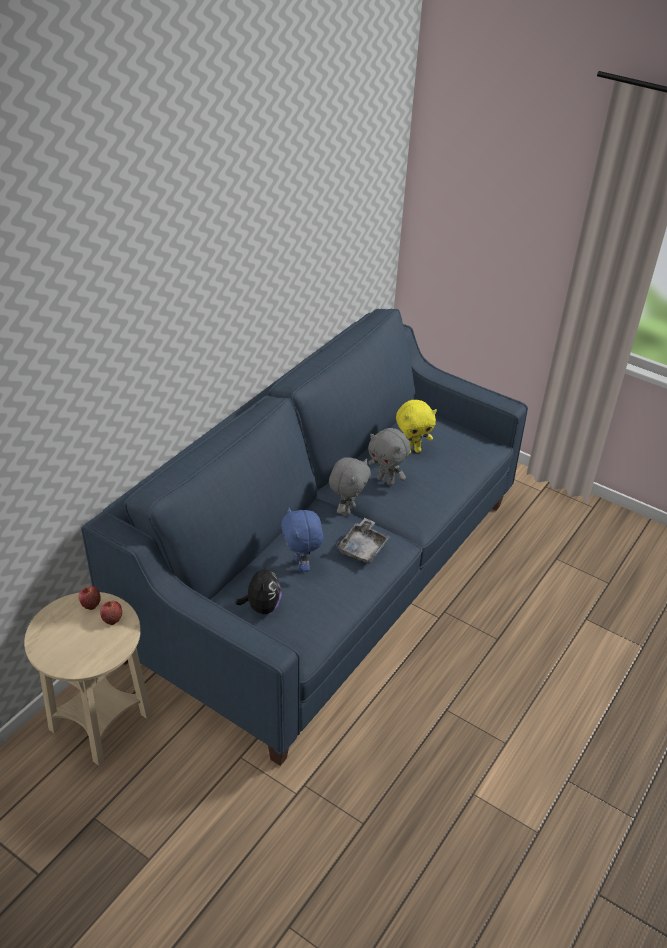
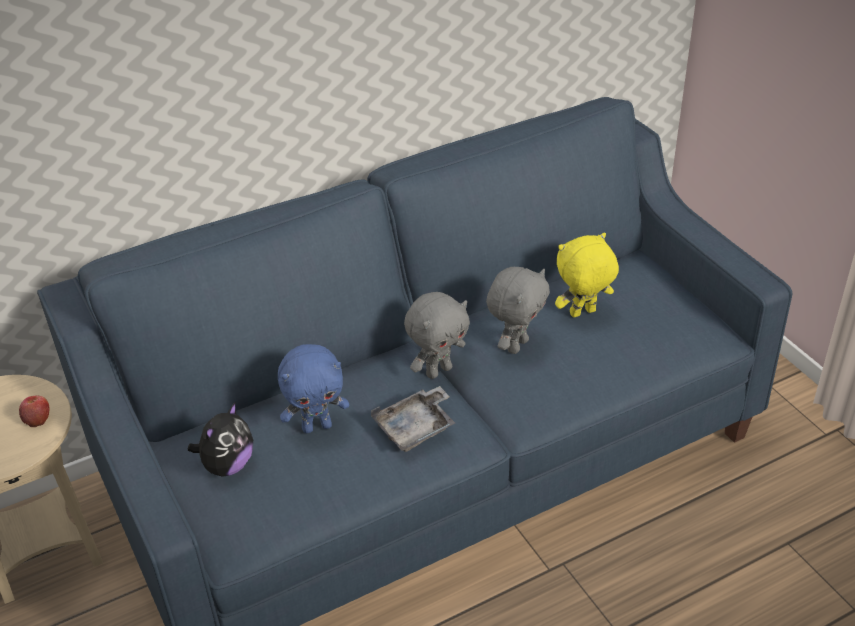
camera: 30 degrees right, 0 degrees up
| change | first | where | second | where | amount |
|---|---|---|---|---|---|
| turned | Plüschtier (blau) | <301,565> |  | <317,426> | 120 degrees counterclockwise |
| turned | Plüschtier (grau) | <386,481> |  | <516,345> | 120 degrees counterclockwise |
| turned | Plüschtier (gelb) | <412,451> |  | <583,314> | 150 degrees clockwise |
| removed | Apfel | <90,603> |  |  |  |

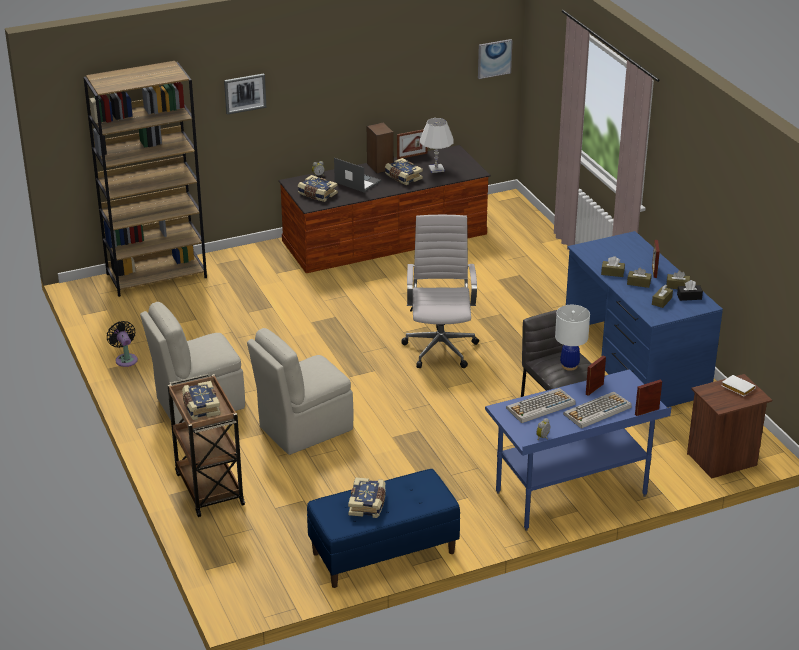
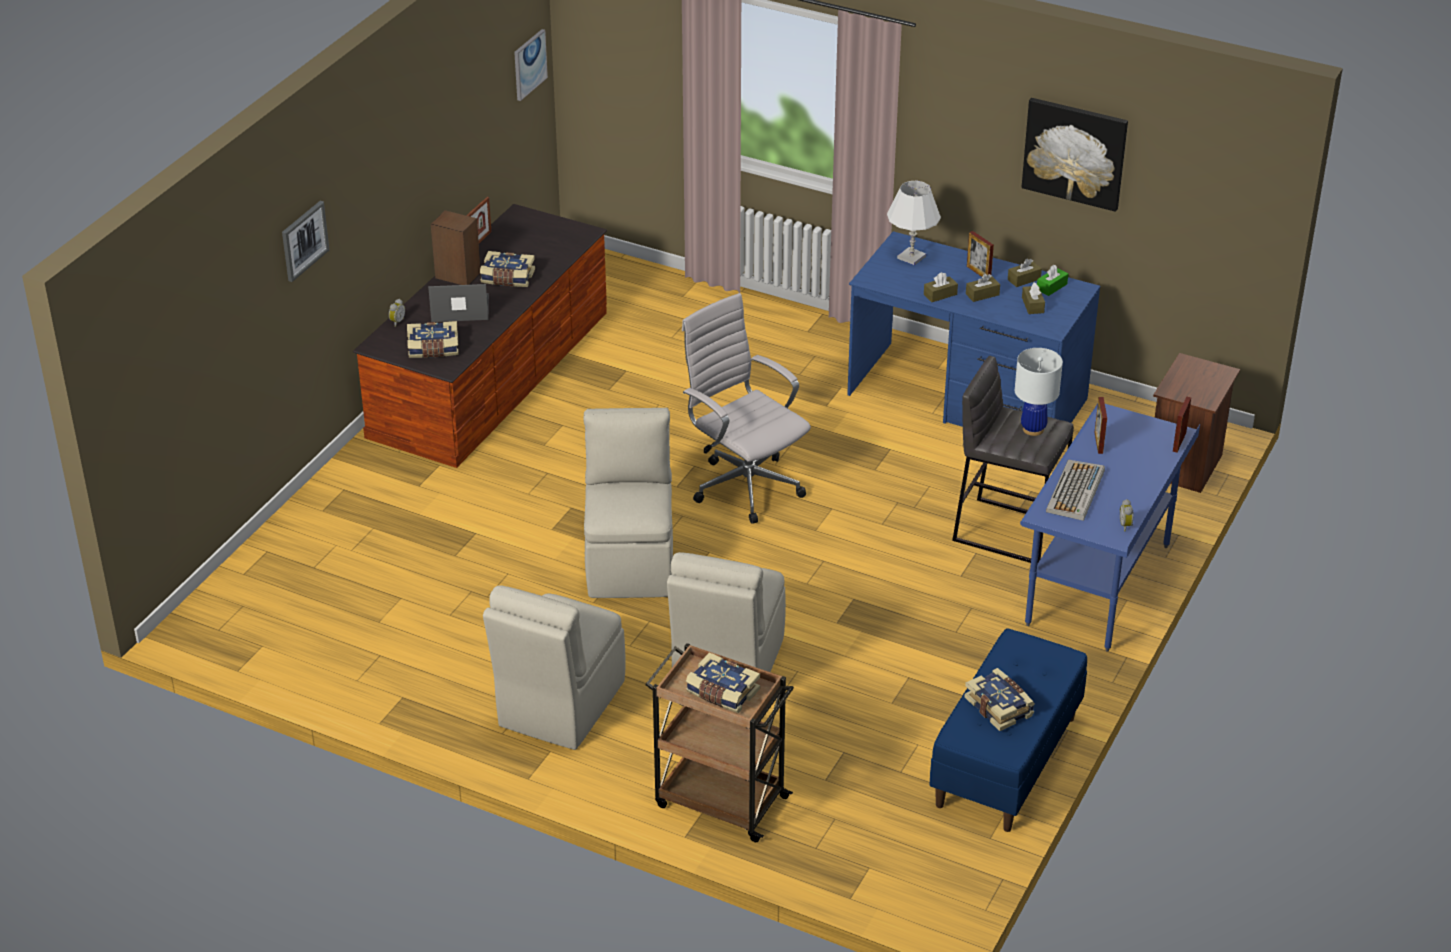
camera: 40 degrees left, 5 degrees up
| change | first | where | second | where | amount |
|---|---|---|---|---|---|
| added |  |  | Stuhl (beige) | <630,561> |  |
| moved | Tischlampe (weiß) | <436,169> |  | <911,257> |  |
| added |  |  | Bild | <1075,153> |  |
| recoloured | Taschentuchbox (schwarz) | <689,297> | Taschentuchbox (grün) | <1051,287> |  |
| removed | Bücherregal (braun) | <157,276> |  |  |  |
| removed | Ventilator (schwarz) | <125,359> |  |  |  |
| removed | Tastatur | <597,411> |  |  |  |
| removed | Buch (weiß) | <736,388> |  |  |  |

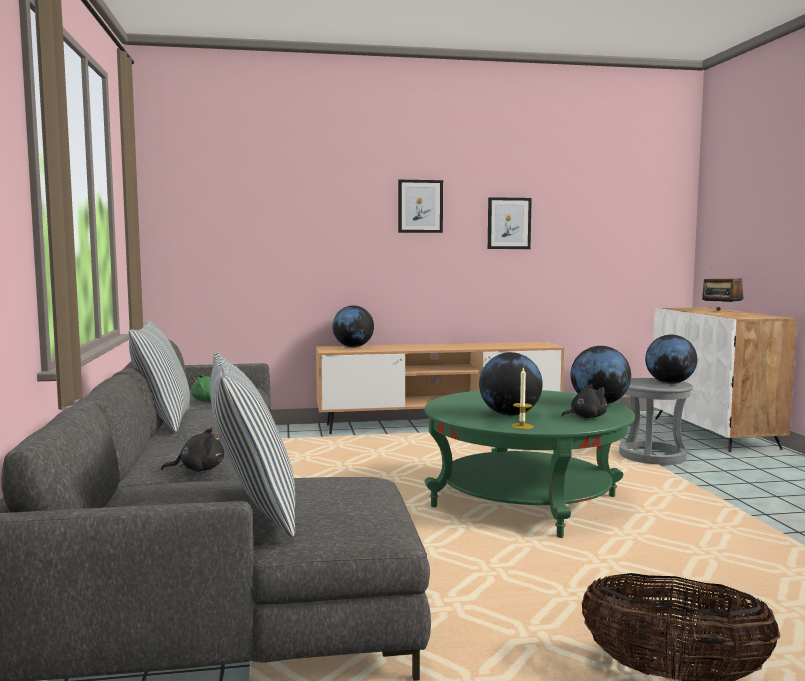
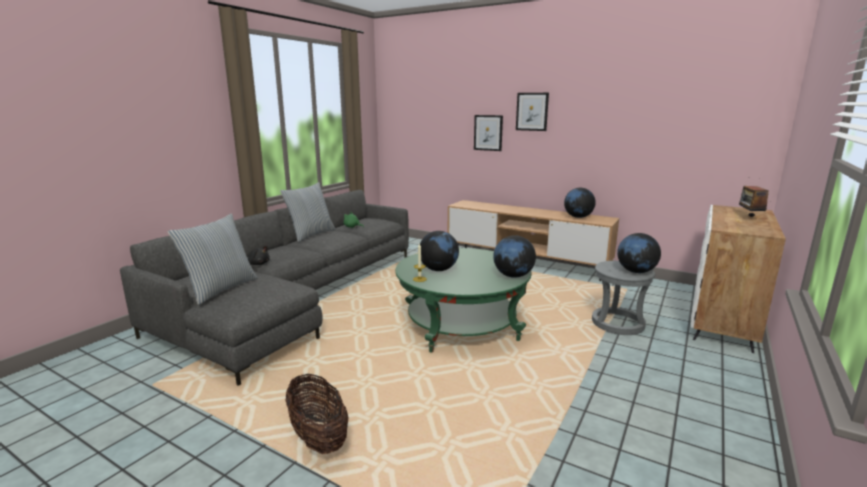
camera: 40 degrees right, 10 degrees up
| change | first | where | second | where | amount |
|---|---|---|---|---|---|
| moved | Bild | <509,223> |  | <488,132> |  |
| moved | Globus | <353,347> |  | <578,217> |  |
| removed | Plüschtier (schwarz) | <586,417> |  |  |  |

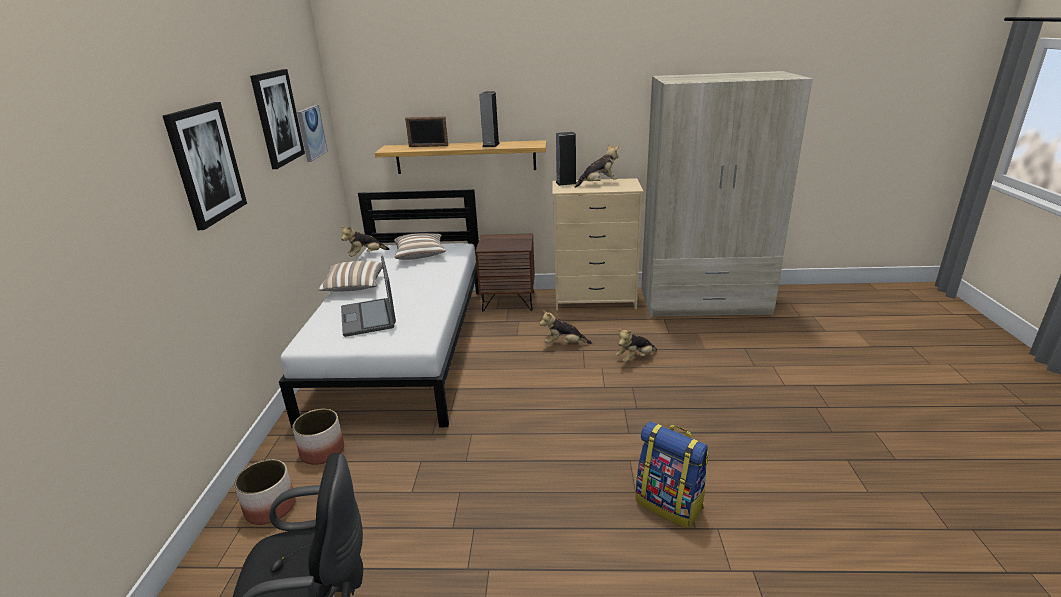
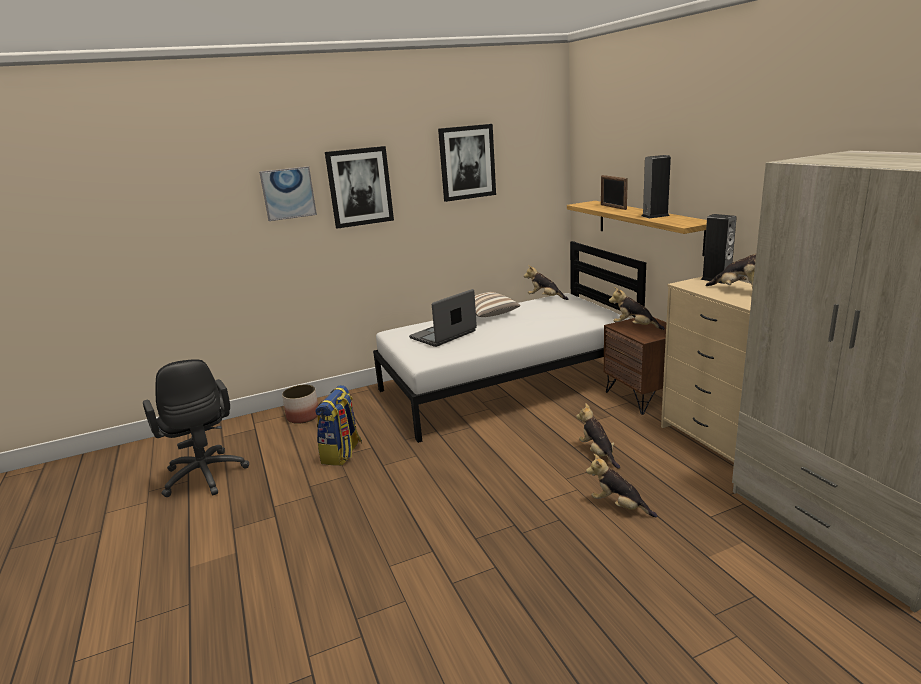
camera: 65 degrees right, 5 degrees down
| change | first | where | second | where | amount |
|---|---|---|---|---|---|
| moved | Bild | <311,132> |  | <288,193> |  |
| moved | Rucksack | <669,504> |  | <342,453> |  |
| added |  |  | Plüschtier | <634,327> |  |
| removed | Pflanzkübel | <322,451> |  |  |  |
| removed | Kissen | <420,255> |  |  |  |

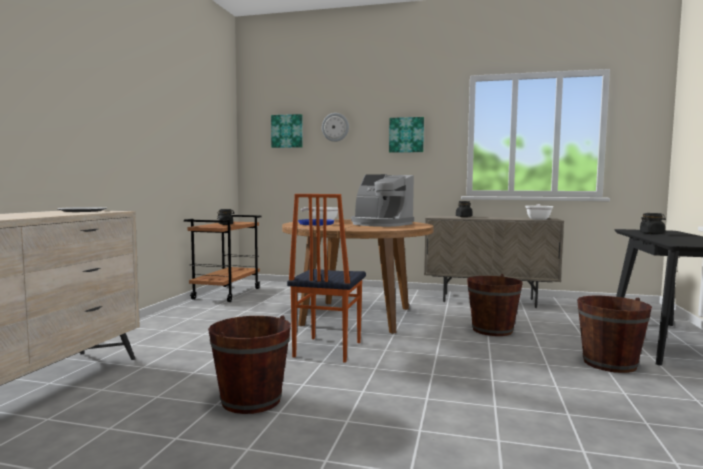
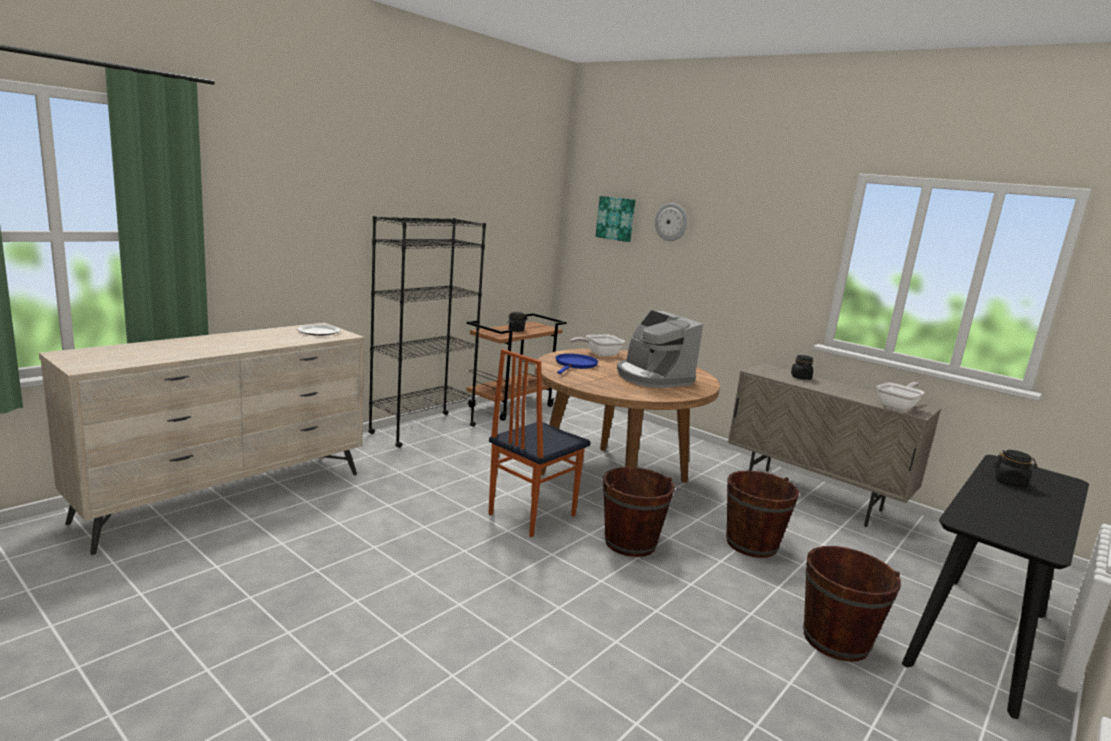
camera: 25 degrees right, 10 degrees up
| change | first | where | second | where | amount |
|---|---|---|---|---|---|
| added |  |  | Bücherregal (schwarz) | <422,430> |  |
| moved | Eimer (braun) | <251,400> |  | <630,543> |  |
| removed | Bild | <406,135> |  |  |  |

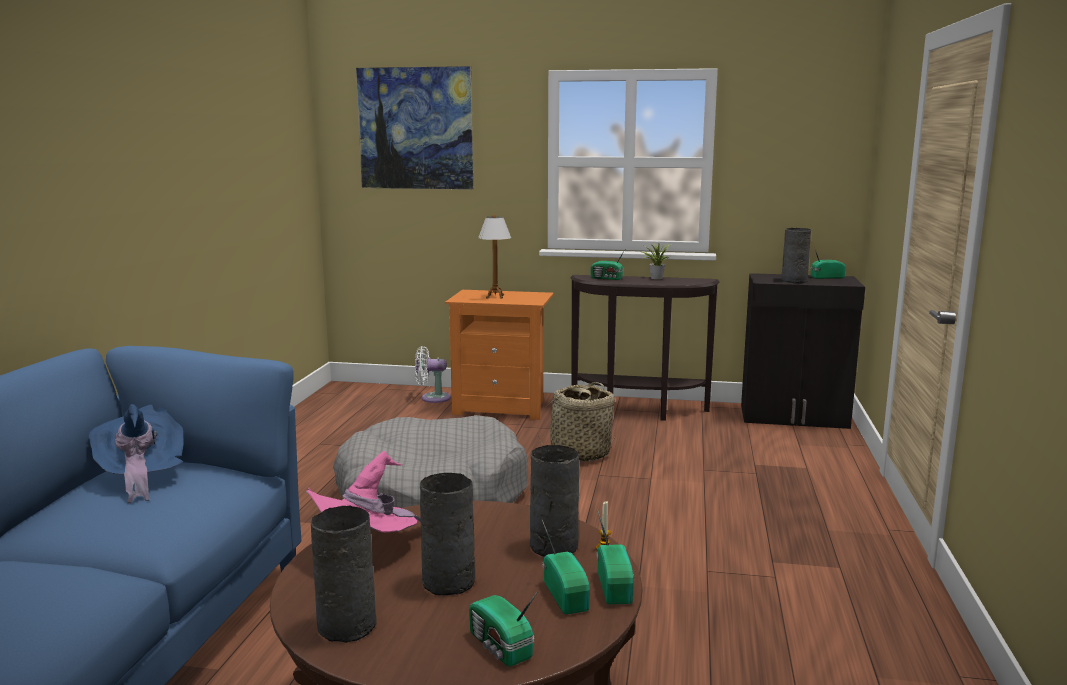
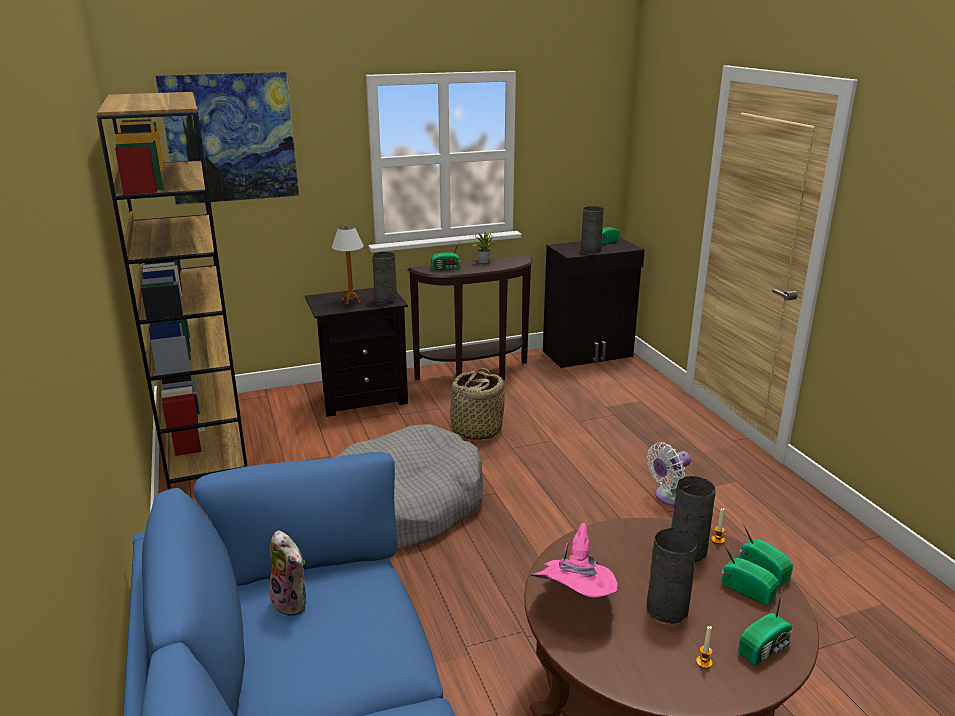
camera: 30 degrees left, 10 degrees up
| change | first | where | second | where | amount |
|---|---|---|---|---|---|
| added |  |  | Bücherregal (braun) | <205,450> |  |
| replaced | Hut (blau) | <141,478> | Plüschtier | <293,602> |  |
| recoloured | Nachttisch (orange) | <502,407> | Nachttisch (schwarz) | <362,397> |  |
| moved | Vase (grau) | <348,625> |  | <386,299> |  |
| moved | Ventilator (weiß) | <432,398> |  | <669,497> |  |
| added |  |  | Kerze | <704,662> |  |
| turned | Radio | <500,647> |  | <765,648> | 60 degrees counterclockwise |

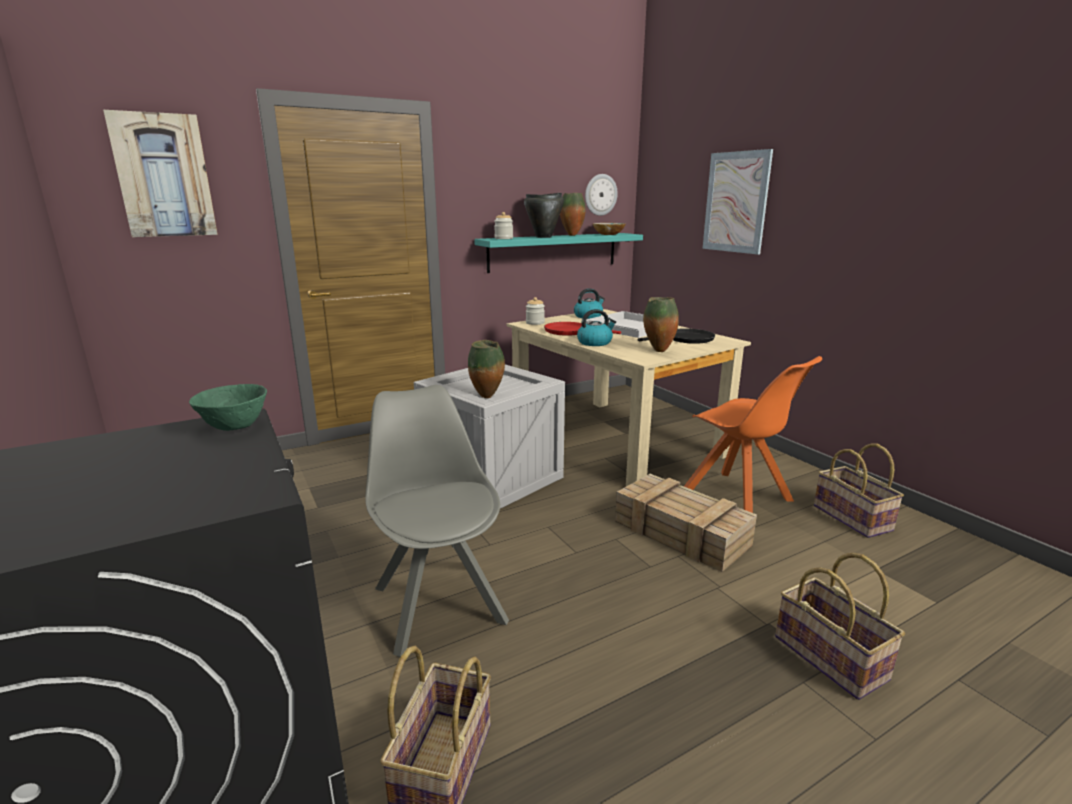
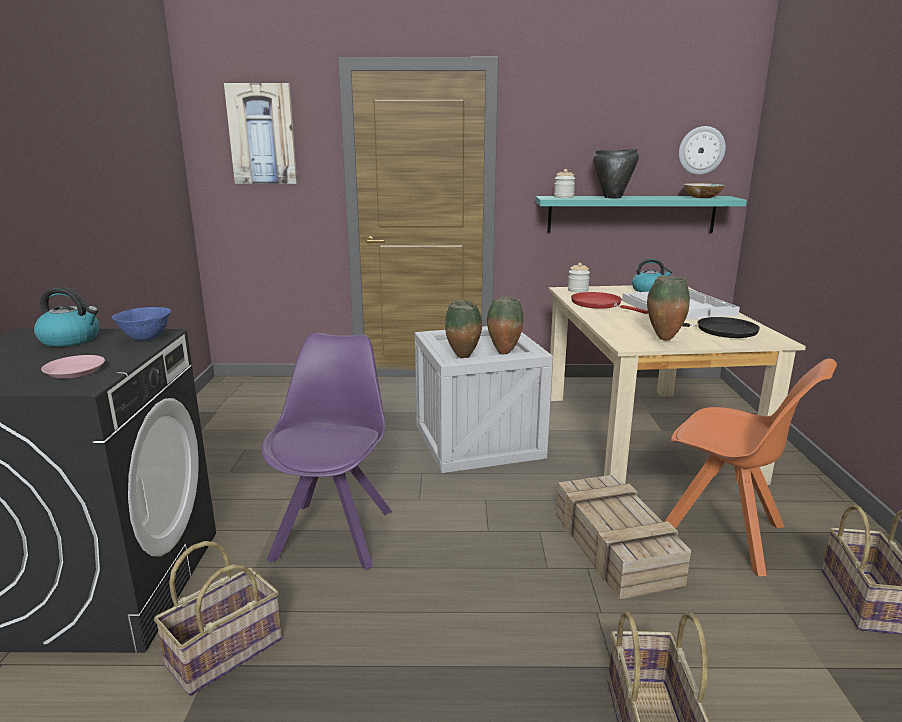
camera: 30 degrees right, 0 degrees up
| change | first | where | second | where | amount |
|---|---|---|---|---|---|
| moved | Wasserkessel | <595,342> |  | <71,340> |  |
| added |  |  | Teller (rosa) | <74,371> |  |
| recoloured | Schüssel (grün) | <234,427> | Schüssel (blau) | <145,339> |  |
| recoloured | Stuhl (grau) | <438,601> | Stuhl (lila) | <334,532> |  |
| moved | Vase | <571,235> |  | <503,352> |  |
| turned | Stuhl (orange) | <738,499> |  | <724,534> | 45 degrees counterclockwise |
| removed | Bild | <736,202> |  |  |  |

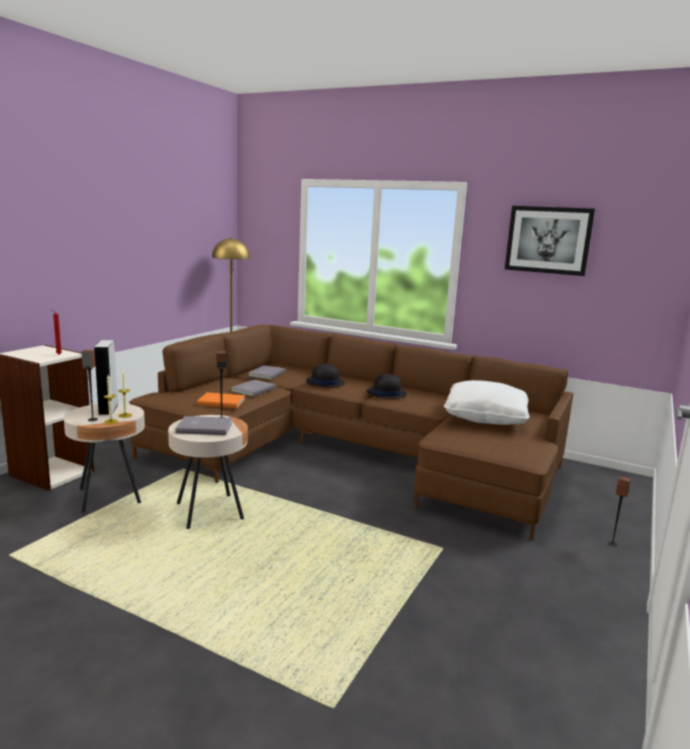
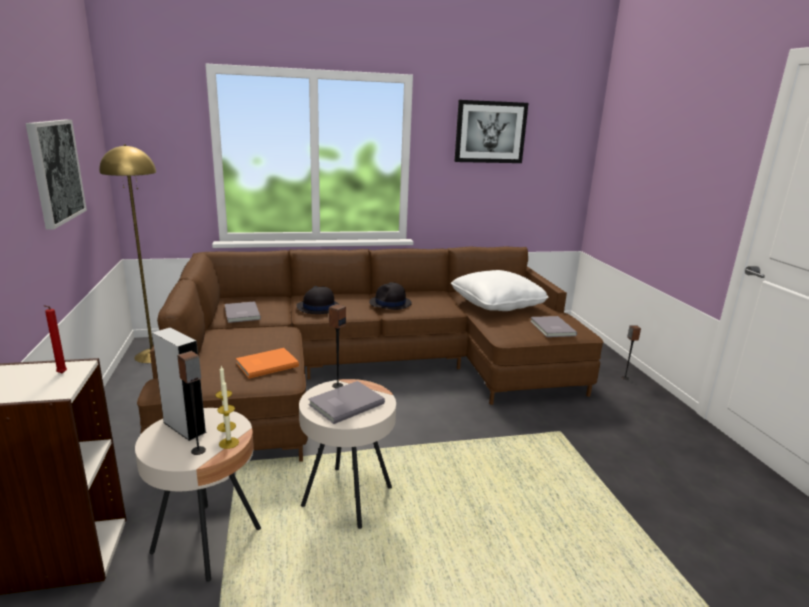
camera: 40 degrees left, 5 degrees up
| change | first | where | second | where | amount |
|---|---|---|---|---|---|
| added |  |  | Bild | <55,171> |  |
| moved | Buch (grau) | <252,389> |  | <551,328> |  |

